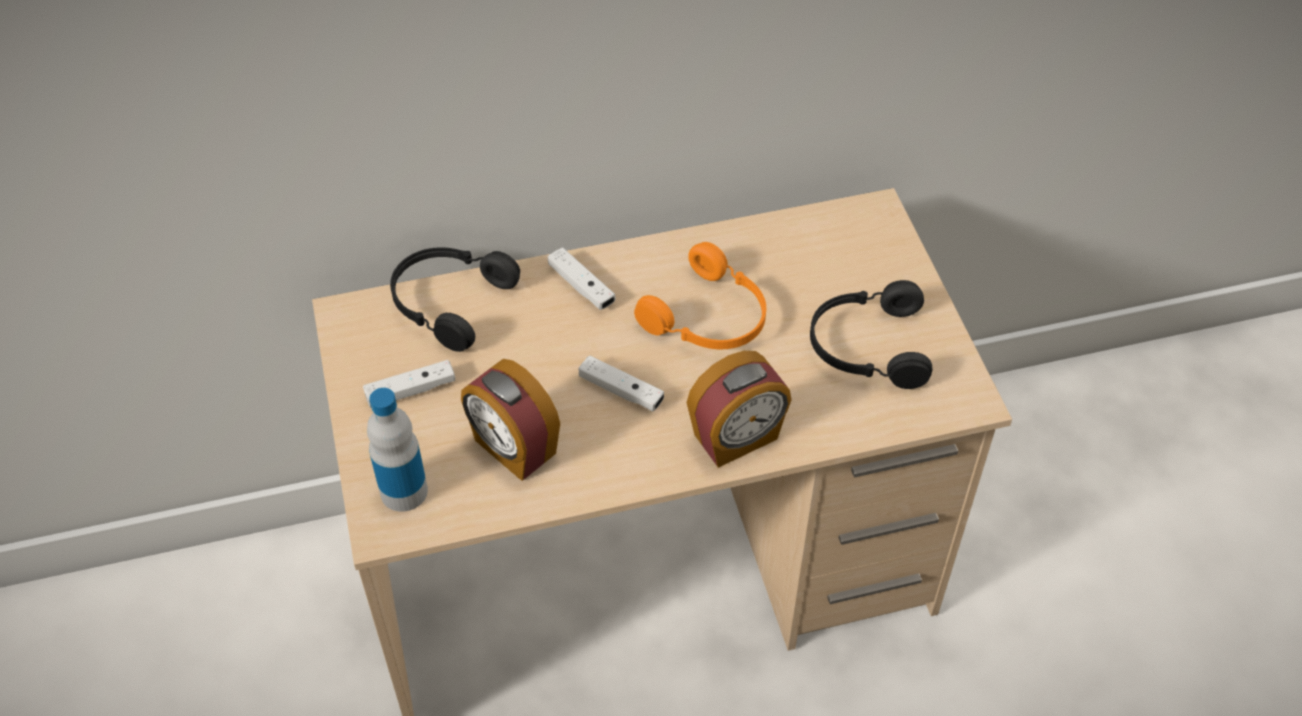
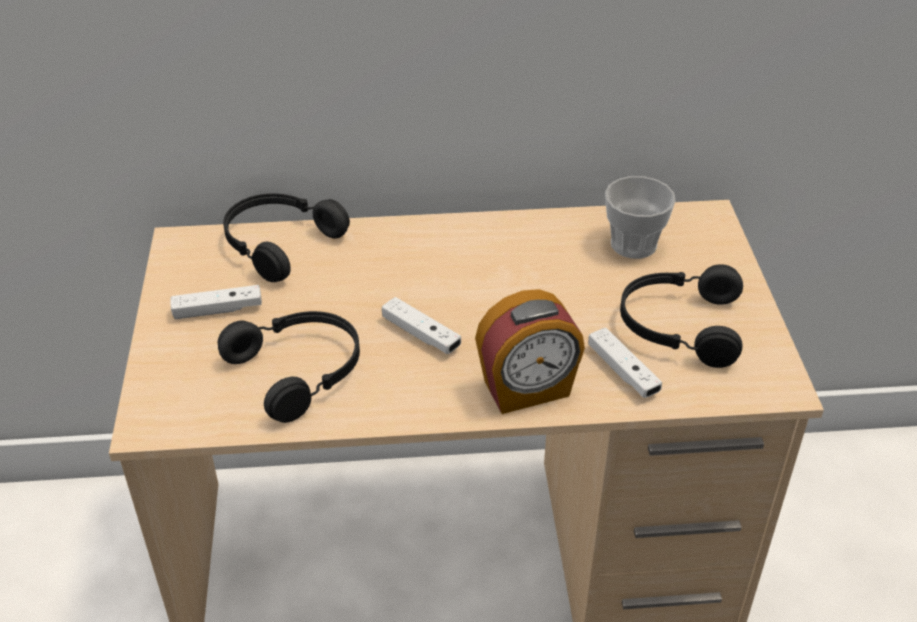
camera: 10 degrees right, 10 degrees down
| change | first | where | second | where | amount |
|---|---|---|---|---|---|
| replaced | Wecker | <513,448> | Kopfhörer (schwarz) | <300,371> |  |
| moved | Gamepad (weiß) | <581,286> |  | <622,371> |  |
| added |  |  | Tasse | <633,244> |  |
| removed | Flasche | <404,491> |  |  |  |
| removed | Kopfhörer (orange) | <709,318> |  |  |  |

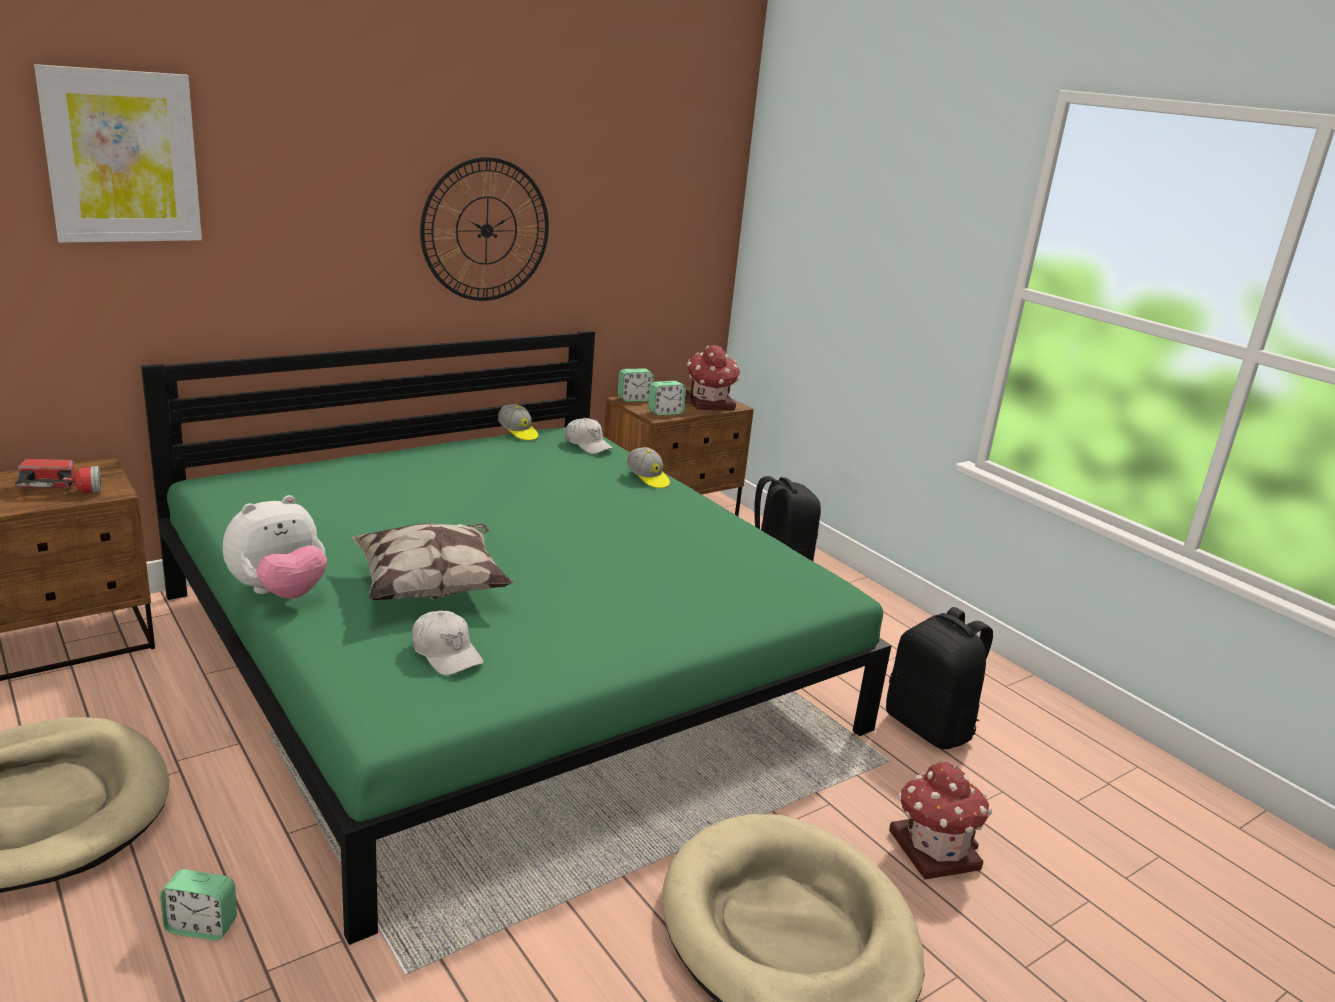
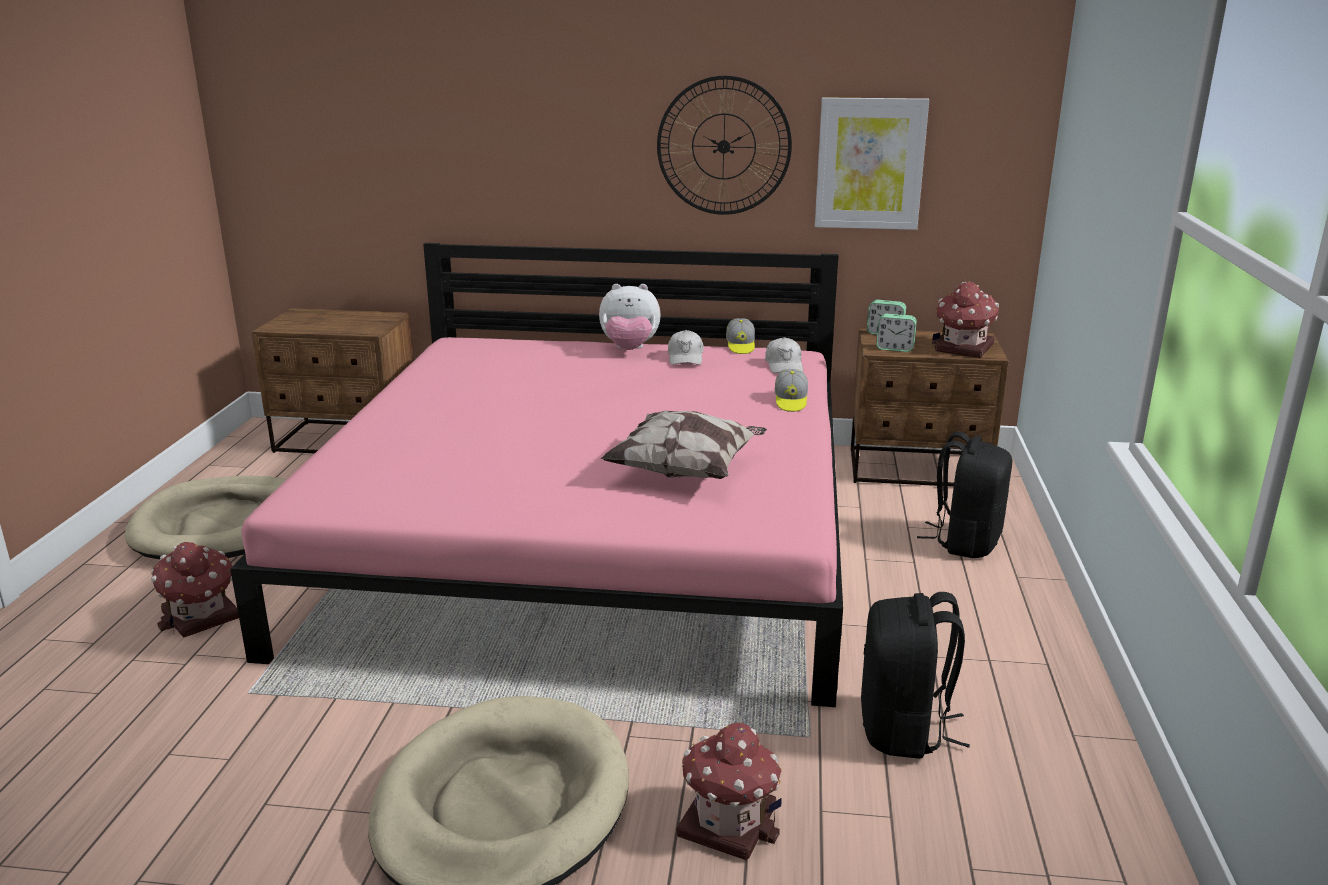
camera: 45 degrees right, 0 degrees up
| change | first | where | second | where | amount |
|---|---|---|---|---|---|
| replaced | Wecker | <201,926> | Spielzeughaus | <201,617> |  |
| recoloured | Bett (grün) | <502,659> | Bett (rosa) | <592,534> |  |
| moved | Plüschtier | <279,593> |  | <629,350> |  |
| moved | Kissen | <432,587> |  | <686,471> |  |
| moved | Kappe (weiß) | <446,653> |  | <685,357> |  |
| moved | Bild | <122,157> |  | <870,164> |  |
| removed | Taschenlampe | <63,489> |  |  |  |

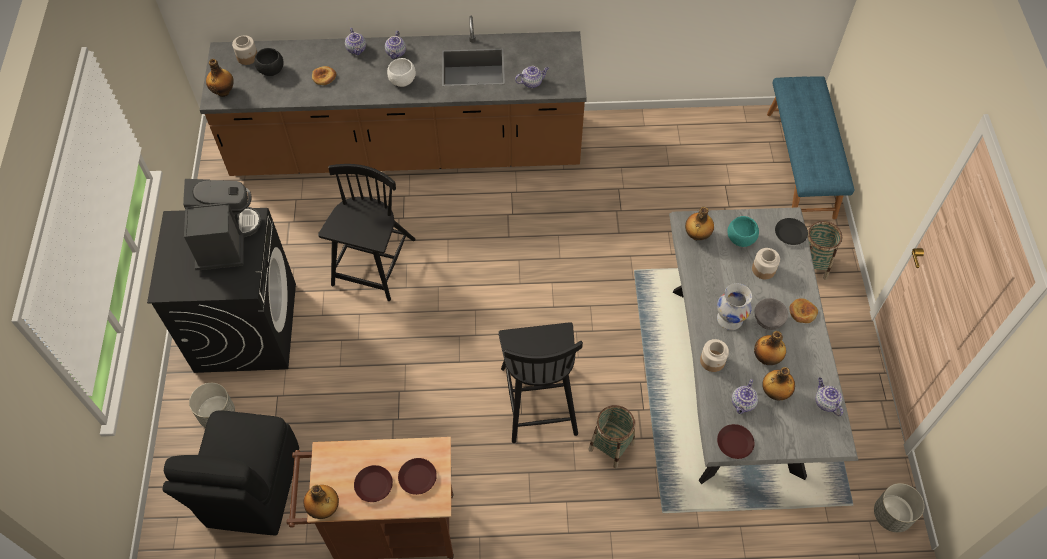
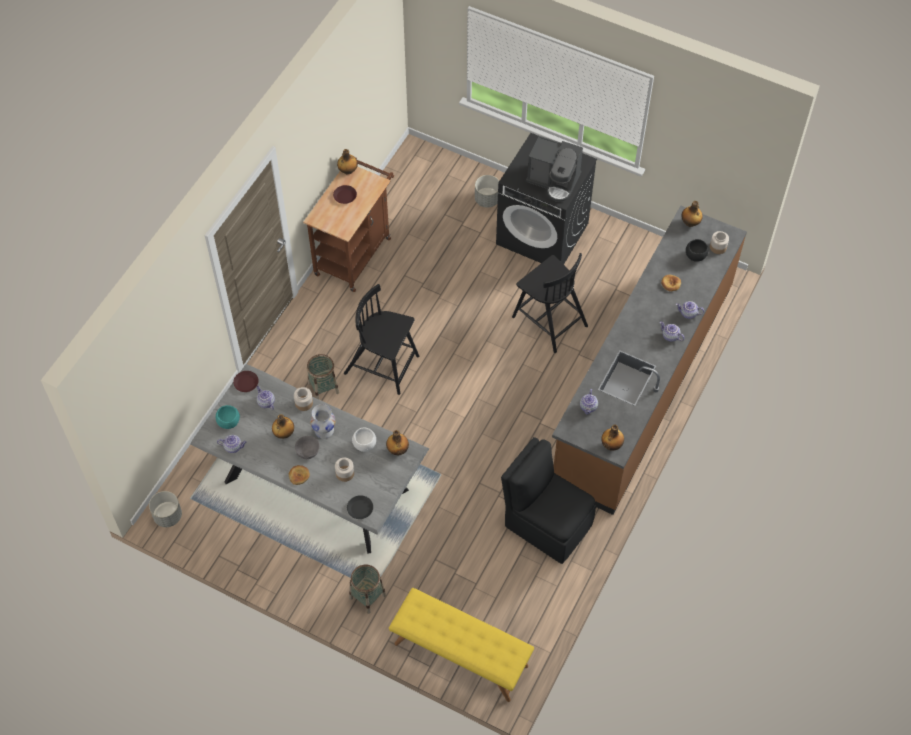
camera: 120 degrees right, 0 degrees up
| change | first | where | second | where | amount |
|---|---|---|---|---|---|
| moved | Schüssel (türkis) | <741,239> |  | <228,422> |  |
| moved | Schüssel (weiß) | <402,81> |  | <365,444> |  |
| recoloured | Bank (blau) | <801,164> | Bank (gelb) | <460,655> |  |
| moved | Stuhl (schwarz) | <252,489> |  | <546,524> |  |
| moved | Flasche | <774,392> |  | <611,445> |  |
| removed | Teller (braun) | <417,477> |  |  |  |

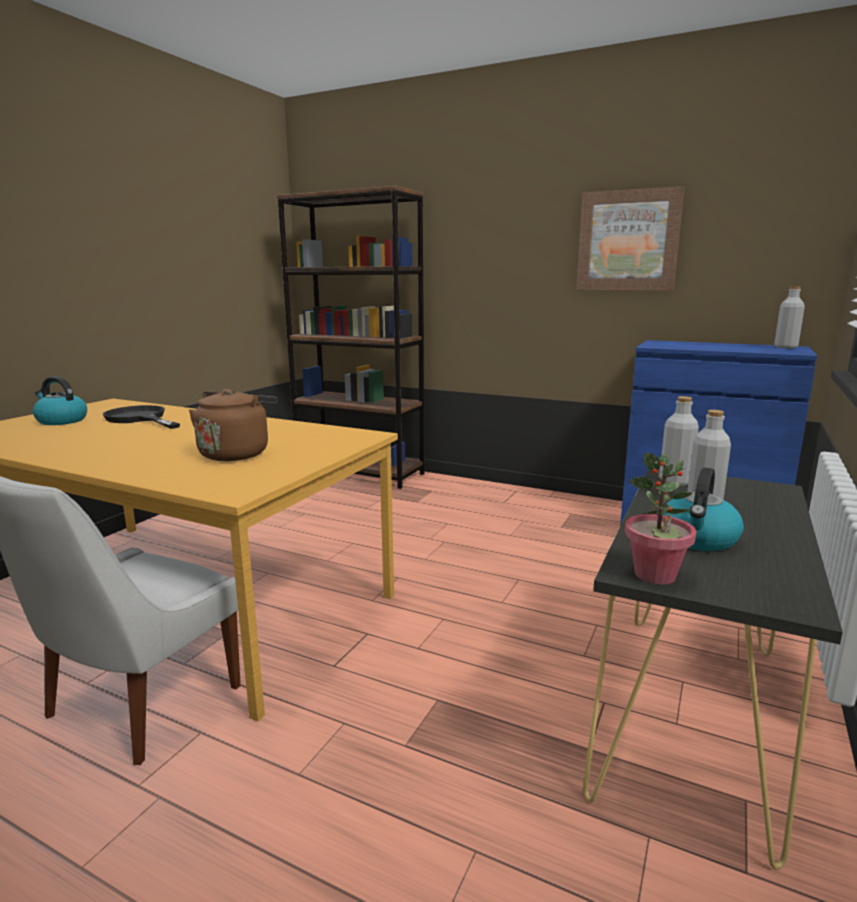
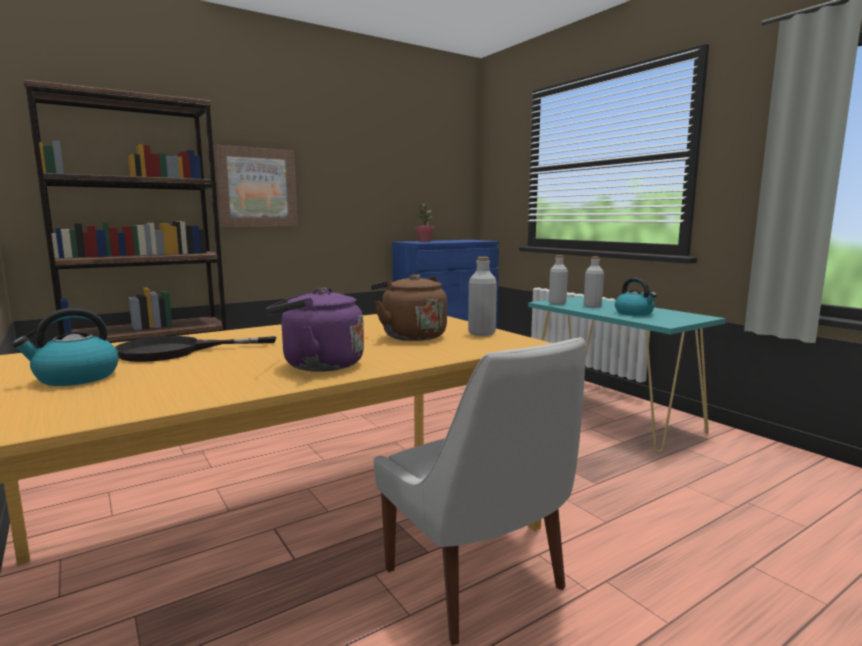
camera: 60 degrees left, 5 degrees down
| change | first | where | second | where | amount |
|---|---|---|---|---|---|
| moved | Bild | <628,241> |  | <257,188> |  |
| added |  |  | Wasserkessel (lila) | <318,365> |  |
| moved | Topfpflanze | <655,575> |  | <425,241> |  |
| moved | Flasche (grau) | <785,347> |  | <481,333> |  |
| recoloured | Konsolentisch (schwarz) | <690,716> | Konsolentisch (türkis) | <611,416> |  |

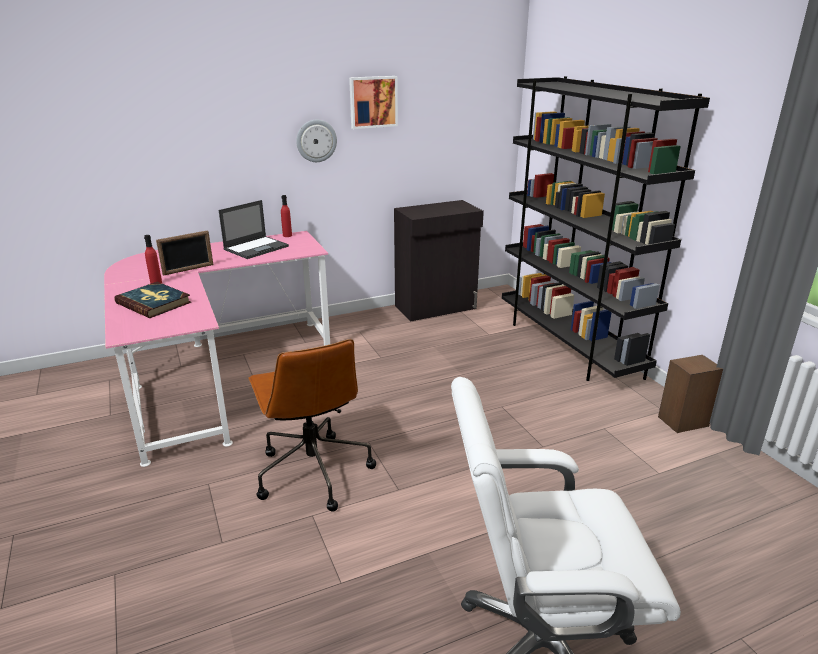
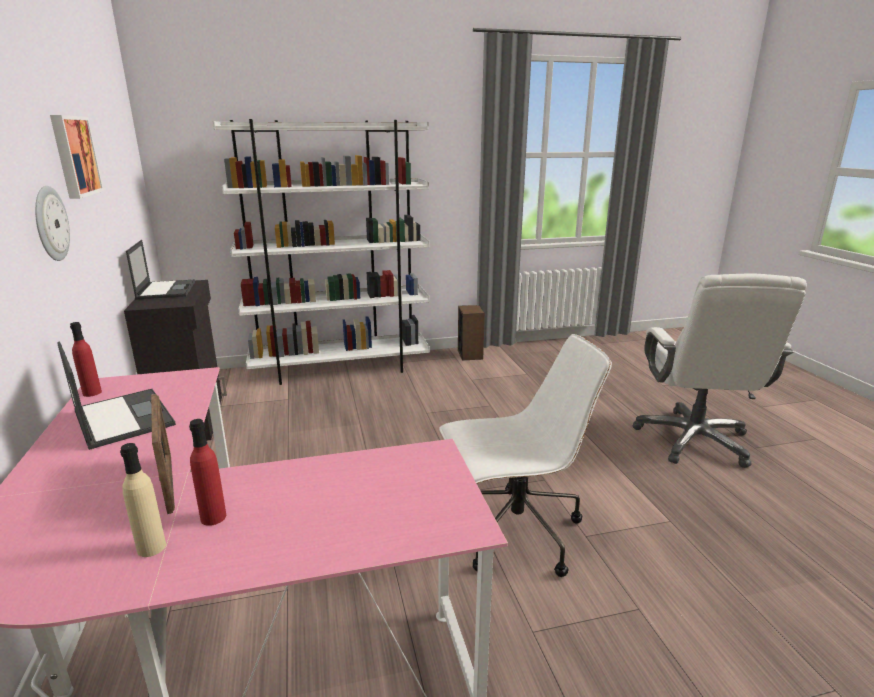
camera: 80 degrees left, 5 degrees down
| change | first | where | second | where | amount |
|---|---|---|---|---|---|
| added |  |  | Flasche (beige) | <151,547> |  |
| added |  |  | Laptop | <166,290> |  |
| recoloured | Bücherregal (schwarz) | <568,346> | Bücherregal (weiß) | <341,368> |  |
| recoloured | Bürostuhl (braun) | <312,471> | Bürostuhl (weiß) | <514,534> |  |
| removed | Buch | <154,303> |  |  |  |

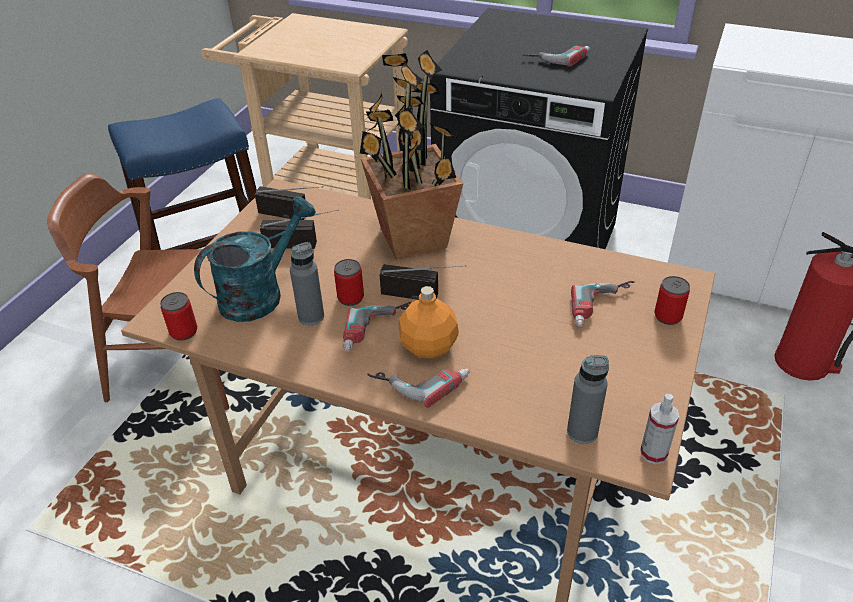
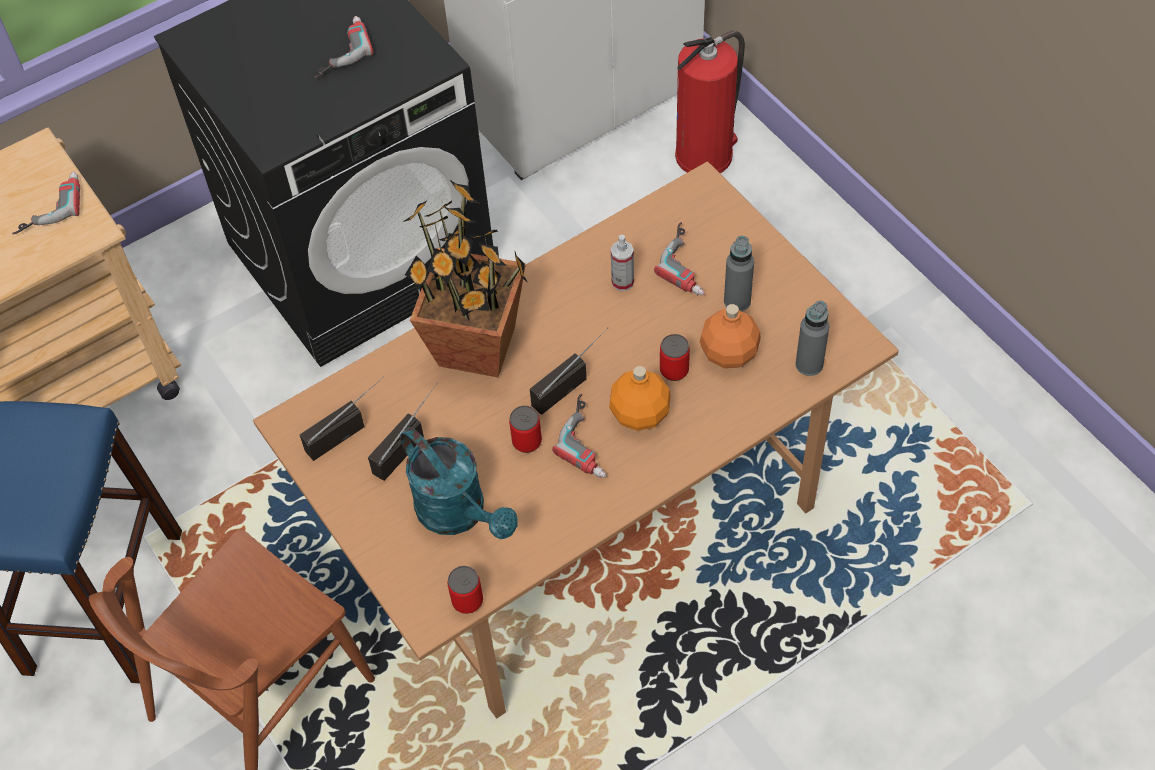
camera: 55 degrees left, 15 degrees up
| change | first | where | second | where | amount |
|---|---|---|---|---|---|
| moved | Bohrmaschine | <420,379> |  | <48,206> |  |
| turned | Gießkanne (türkis) | <260,294> |  | <459,514> | 150 degrees clockwise |
| moved | Sprühflasche | <653,453> |  | <622,282> |  |
| moved | Dose | <668,316> |  | <674,370> |  |
| added |  |  | Flasche (orange) | <729,354> |  |
| moved | Flasche (grau) | <311,316> |  | <737,301> |  |

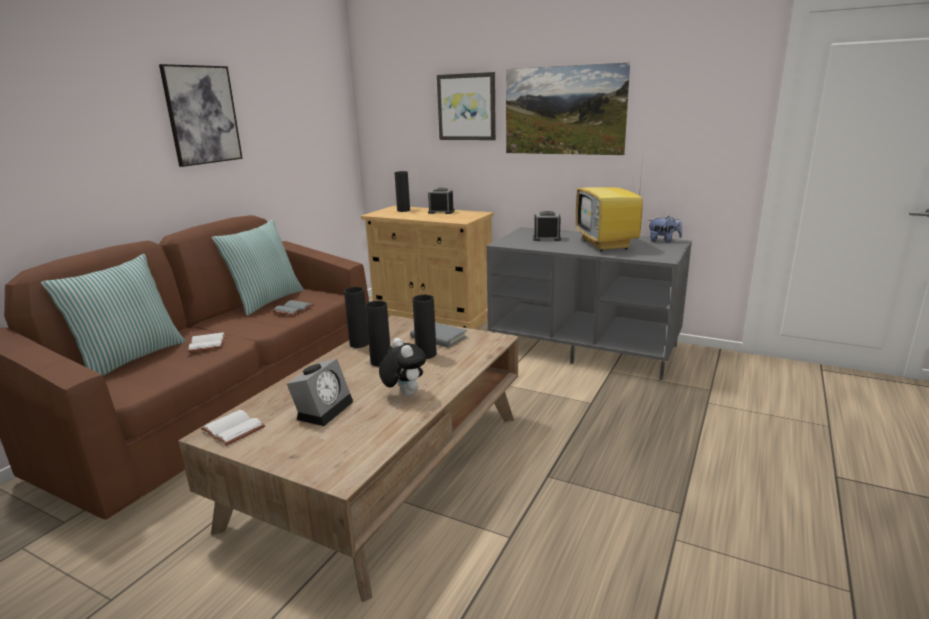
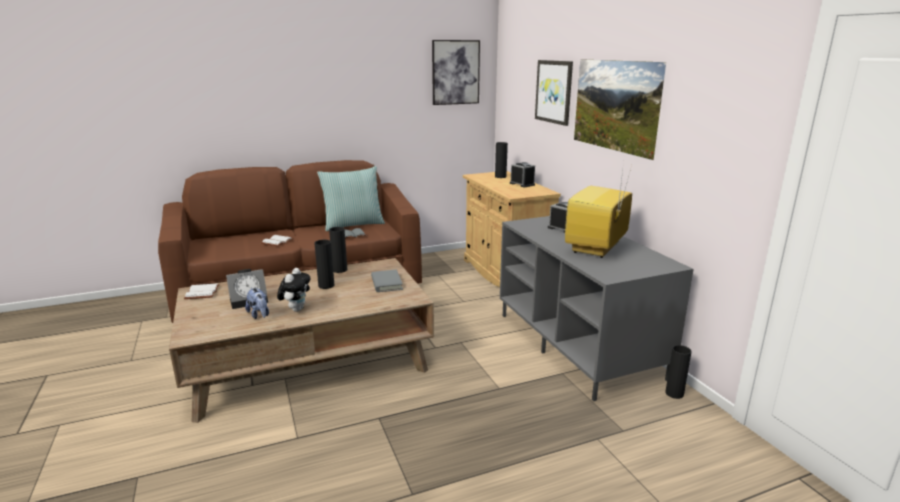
camera: 40 degrees right, 0 degrees up
| change | first | where | second | where | amount |
|---|---|---|---|---|---|
| moved | Plüschtier | <663,241> |  | <259,315> |  |
| moved | Bild | <202,115> |  | <455,72> |  |
| moved | Vase (schwarz) | <426,354> |  | <674,393> |  |
| removed | Kissen | <130,358> |  |  |  |

